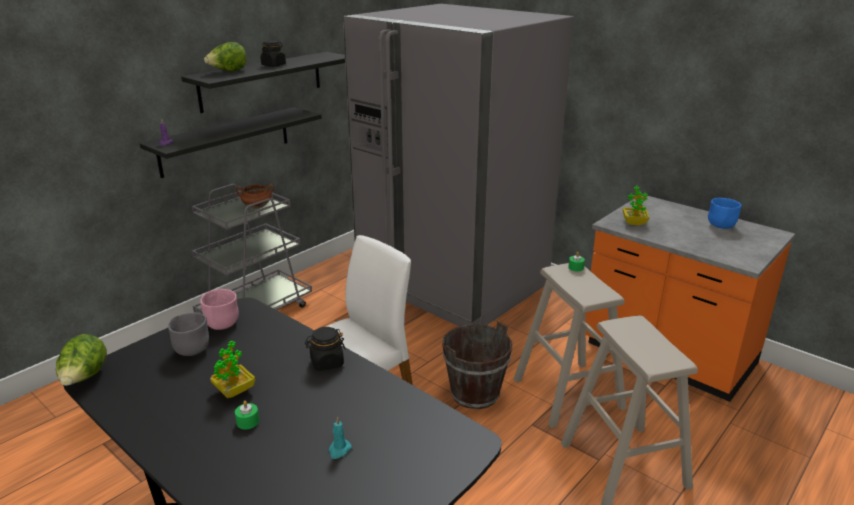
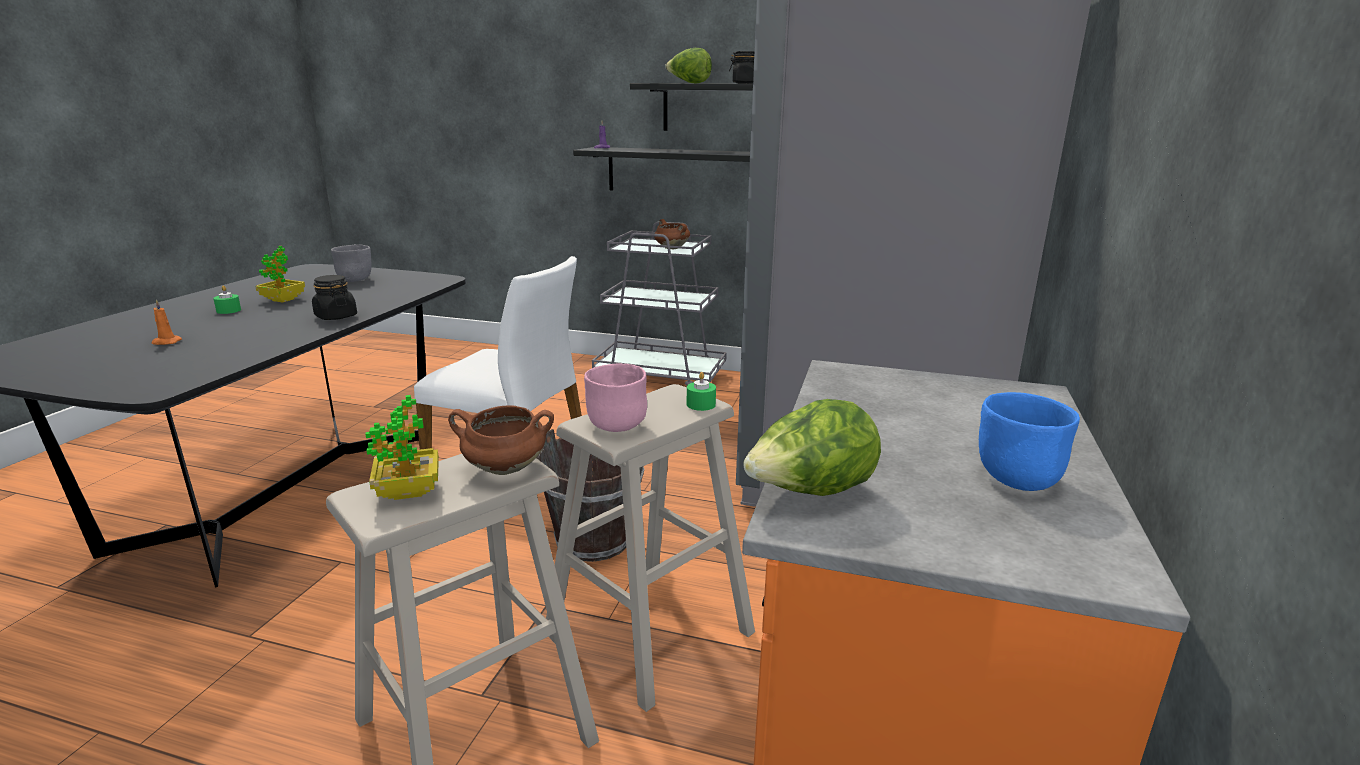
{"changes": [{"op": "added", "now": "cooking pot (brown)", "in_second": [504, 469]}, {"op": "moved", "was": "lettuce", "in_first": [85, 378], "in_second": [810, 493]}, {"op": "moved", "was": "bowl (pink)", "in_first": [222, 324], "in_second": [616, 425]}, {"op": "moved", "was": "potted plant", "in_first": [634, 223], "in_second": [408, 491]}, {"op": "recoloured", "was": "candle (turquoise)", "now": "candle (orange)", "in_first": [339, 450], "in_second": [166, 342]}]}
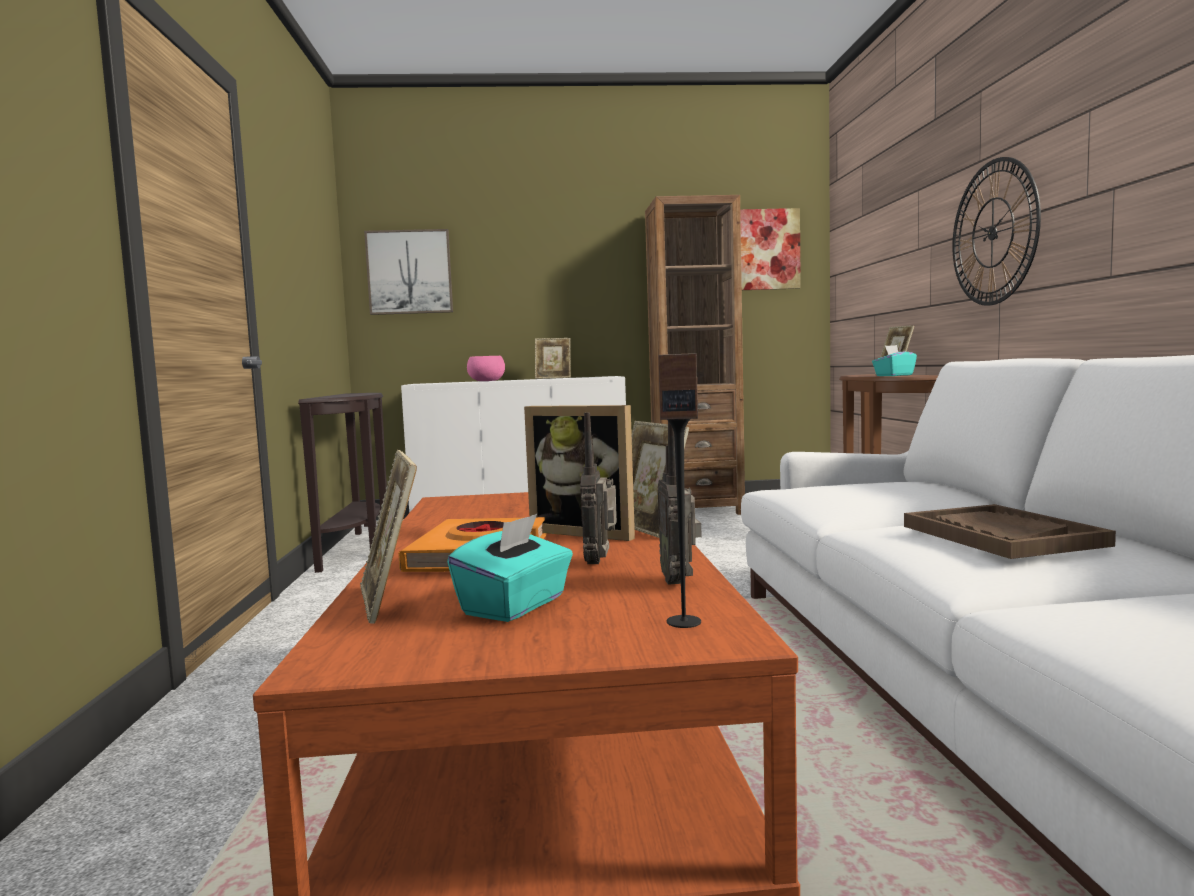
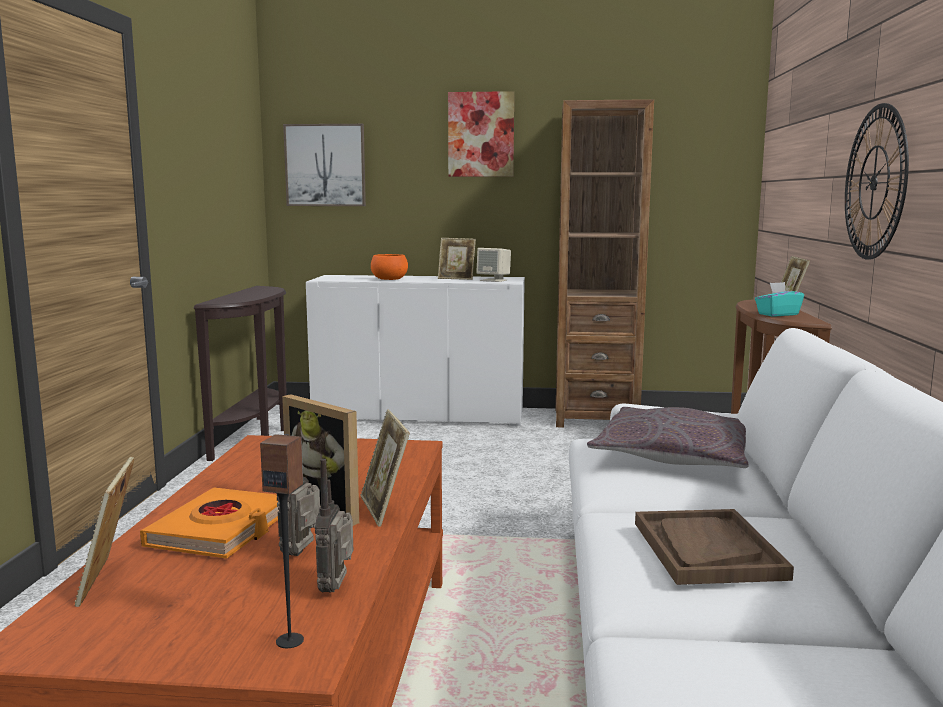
{"changes": [{"op": "removed", "was": "tissue box (turquoise)", "in_first": [515, 606]}, {"op": "added", "now": "speaker (beige)", "in_second": [494, 280]}, {"op": "added", "now": "pillow (grey)", "in_second": [676, 455]}, {"op": "moved", "was": "picture", "in_first": [768, 249], "in_second": [481, 134]}, {"op": "recoloured", "was": "bowl (pink)", "now": "bowl (orange)", "in_first": [486, 381], "in_second": [389, 279]}]}
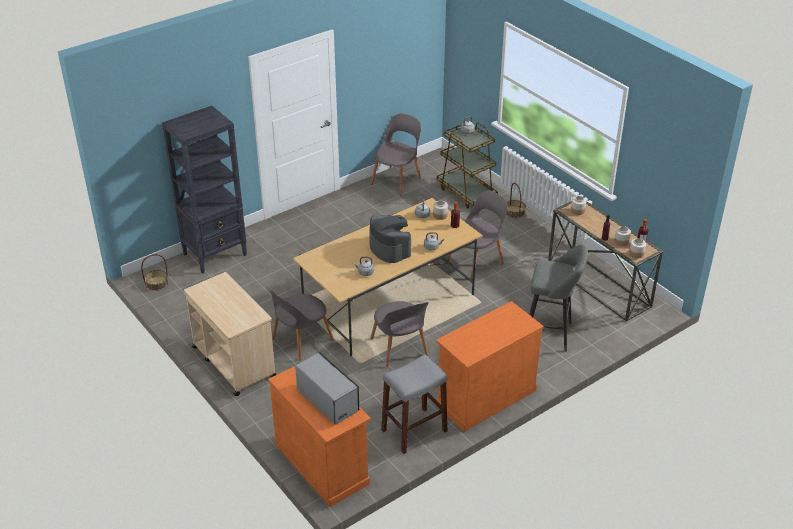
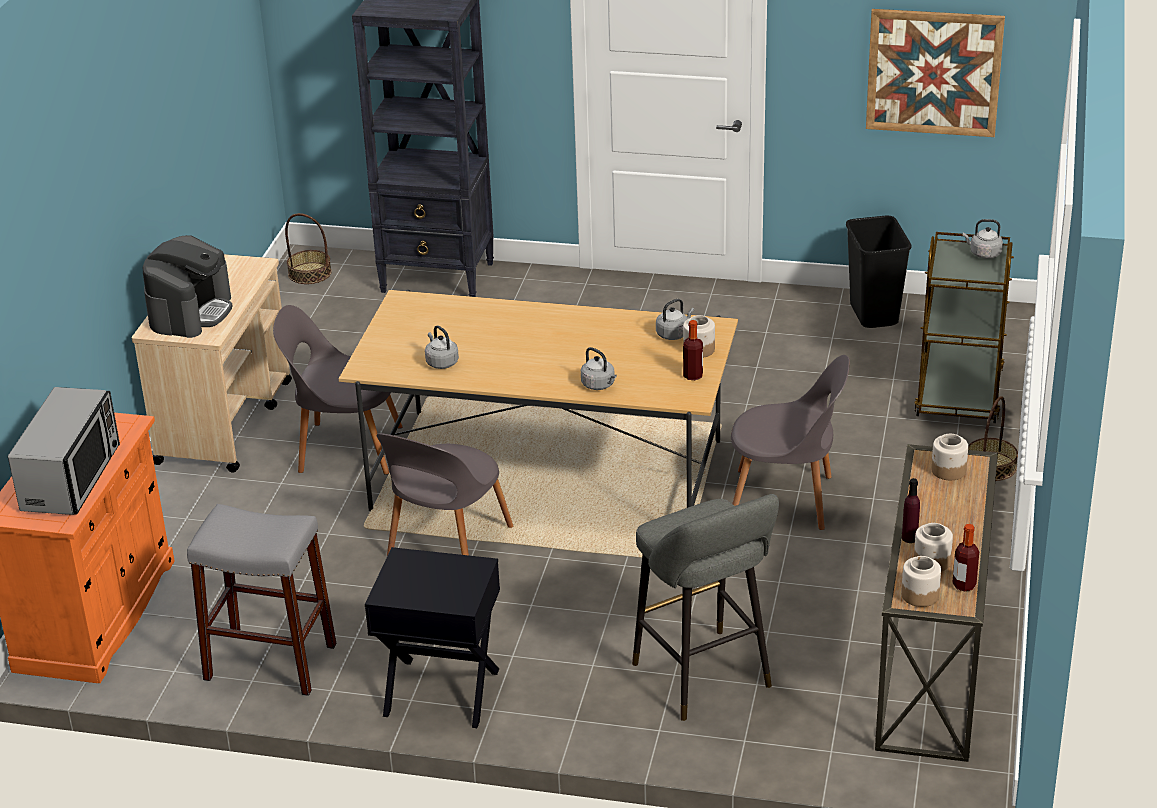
{"changes": [{"op": "added", "now": "picture", "in_second": [934, 72]}, {"op": "moved", "was": "coffee machine", "in_first": [389, 248], "in_second": [191, 312]}, {"op": "replaced", "was": "chair (grey)", "now": "trash can (black)", "in_first": [397, 180], "in_second": [875, 315]}, {"op": "replaced", "was": "cabinet (orange)", "now": "nightstand (black)", "in_first": [486, 397], "in_second": [441, 693]}]}
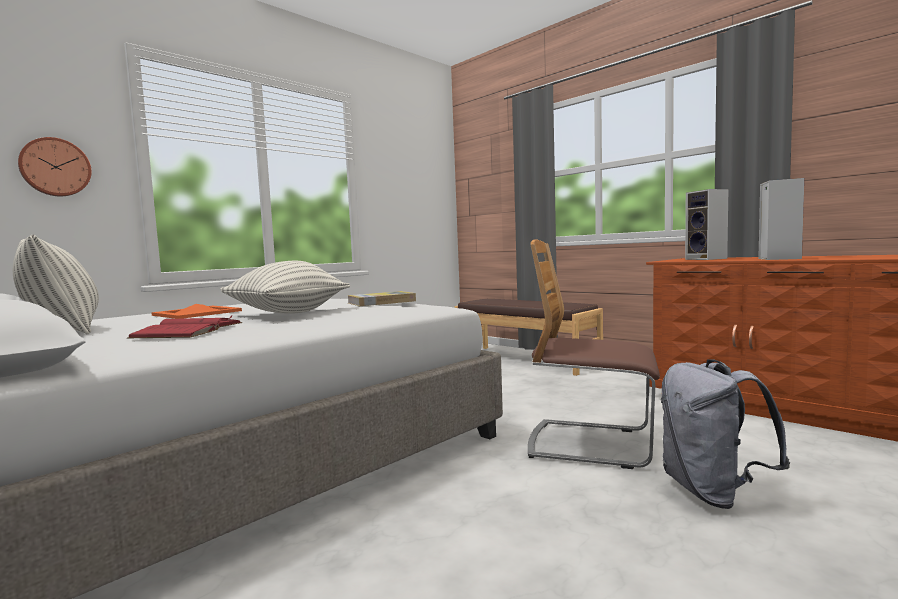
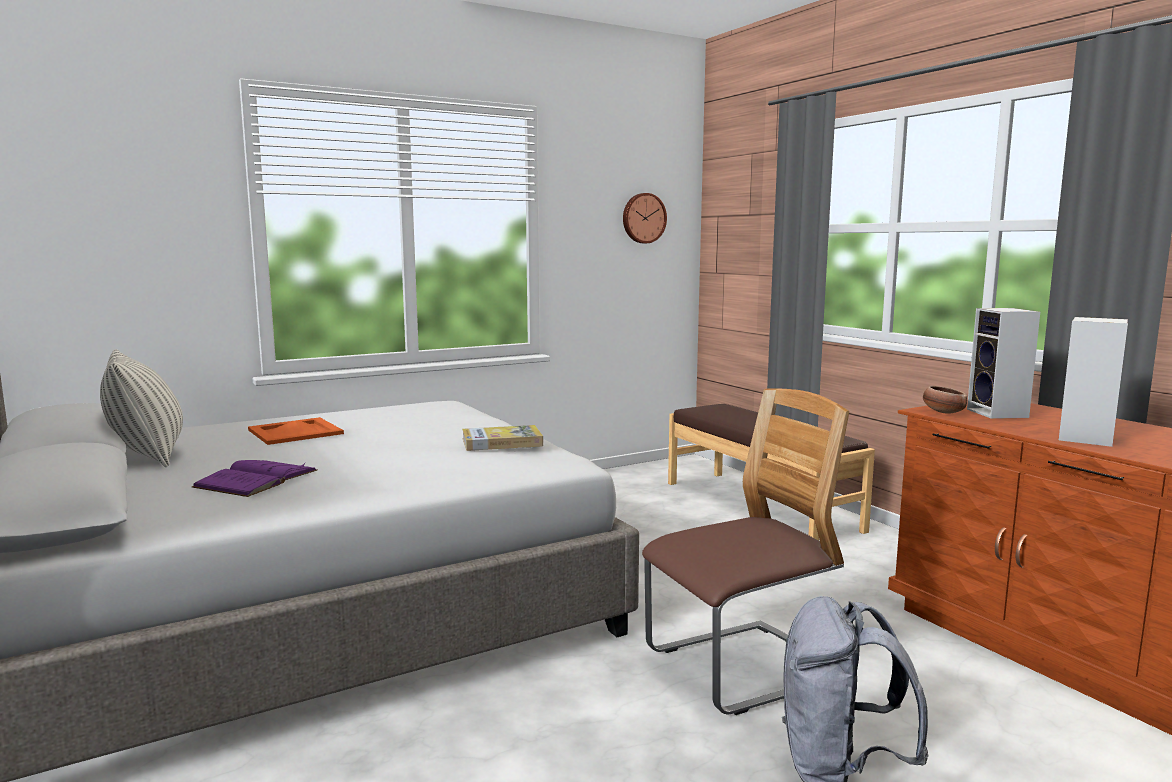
{"changes": [{"op": "removed", "was": "pillow", "in_first": [287, 313]}, {"op": "added", "now": "bowl", "in_second": [943, 412]}, {"op": "moved", "was": "wall clock", "in_first": [55, 167], "in_second": [643, 218]}, {"op": "recoloured", "was": "book (red)", "now": "book (purple)", "in_first": [188, 330], "in_second": [256, 478]}, {"op": "turned", "was": "chair", "in_first": [591, 444], "in_second": [741, 668], "clockwise": 120}]}
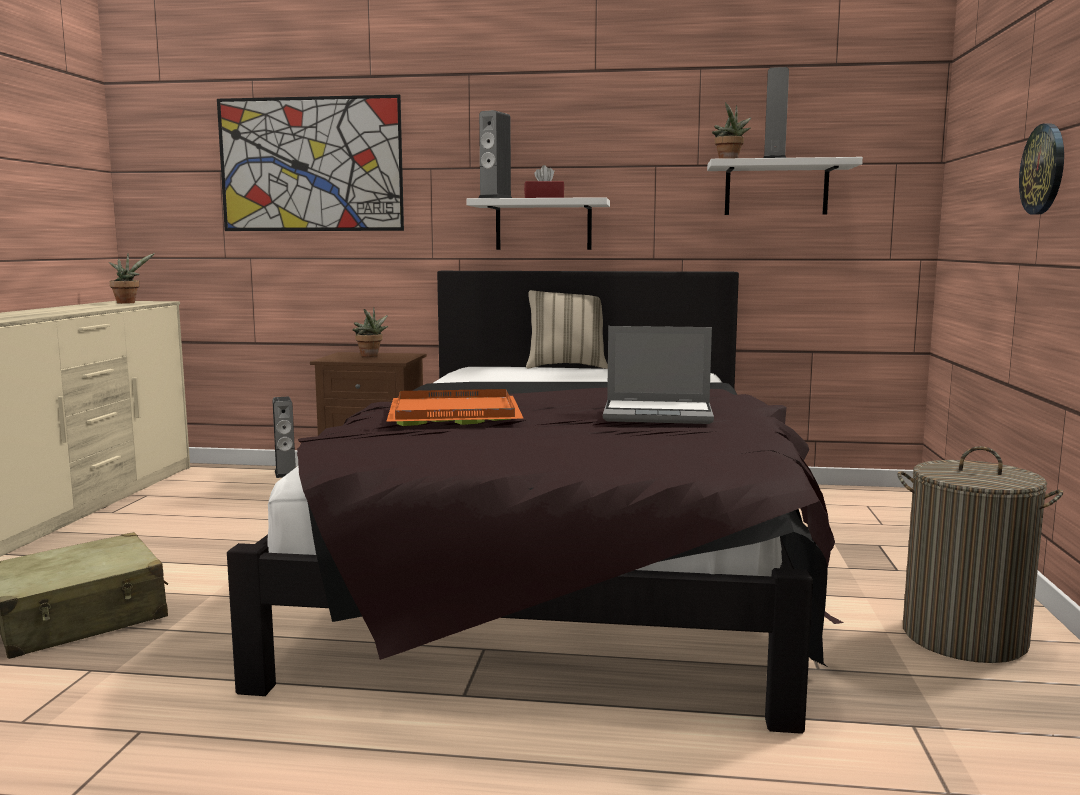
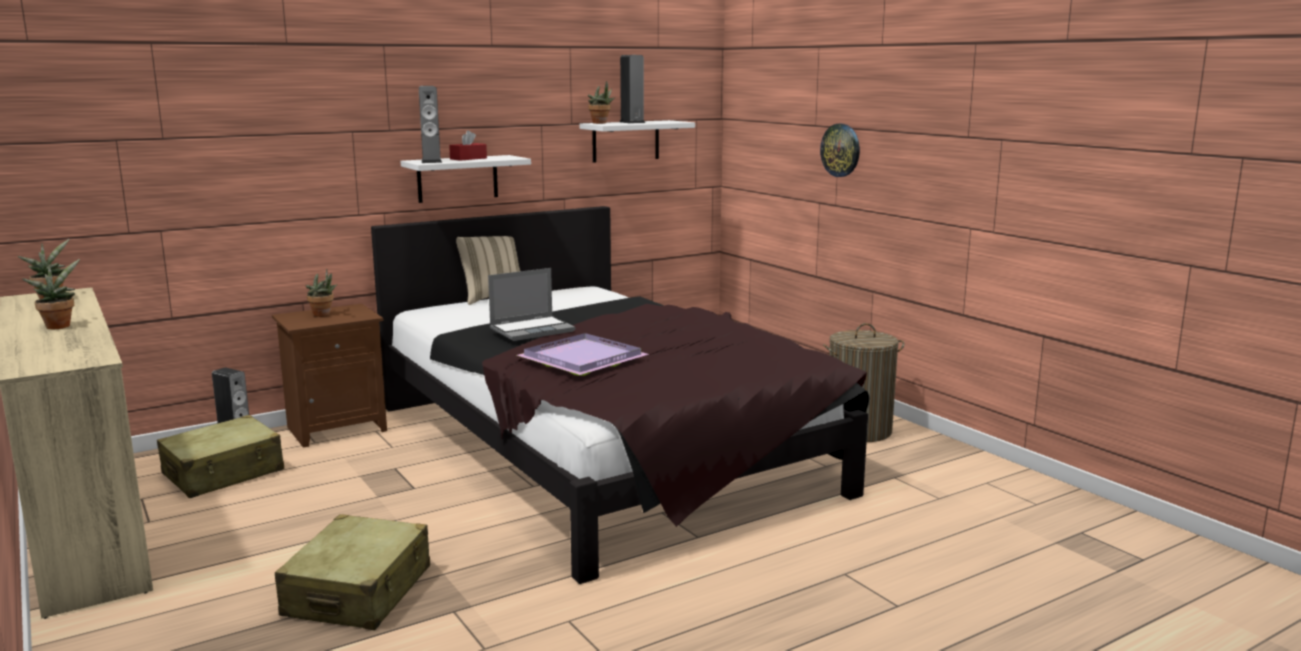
{"changes": [{"op": "removed", "was": "picture", "in_first": [310, 164]}, {"op": "added", "now": "potted plant", "in_second": [59, 326]}, {"op": "added", "now": "suitcase (beige)", "in_second": [224, 473]}, {"op": "moved", "was": "laptop", "in_first": [659, 414], "in_second": [532, 330]}, {"op": "recoloured", "was": "tray (orange)", "now": "tray (purple)", "in_first": [457, 413], "in_second": [582, 358]}]}
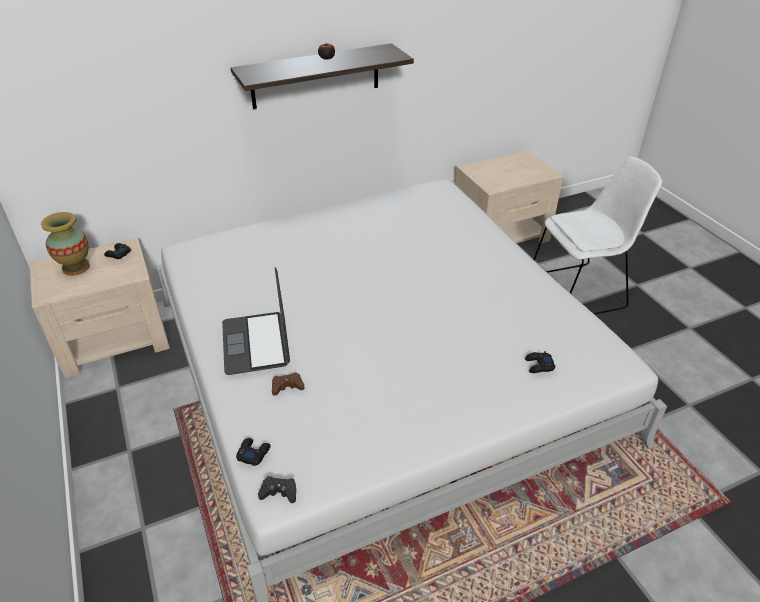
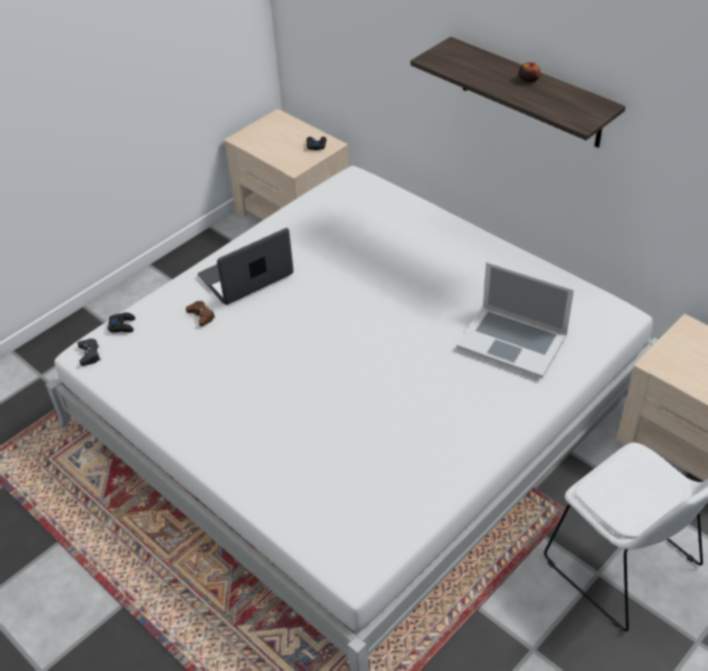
{"changes": [{"op": "removed", "was": "vase", "in_first": [76, 267]}, {"op": "removed", "was": "game controller (black)", "in_first": [539, 365]}, {"op": "added", "now": "laptop", "in_second": [512, 340]}]}
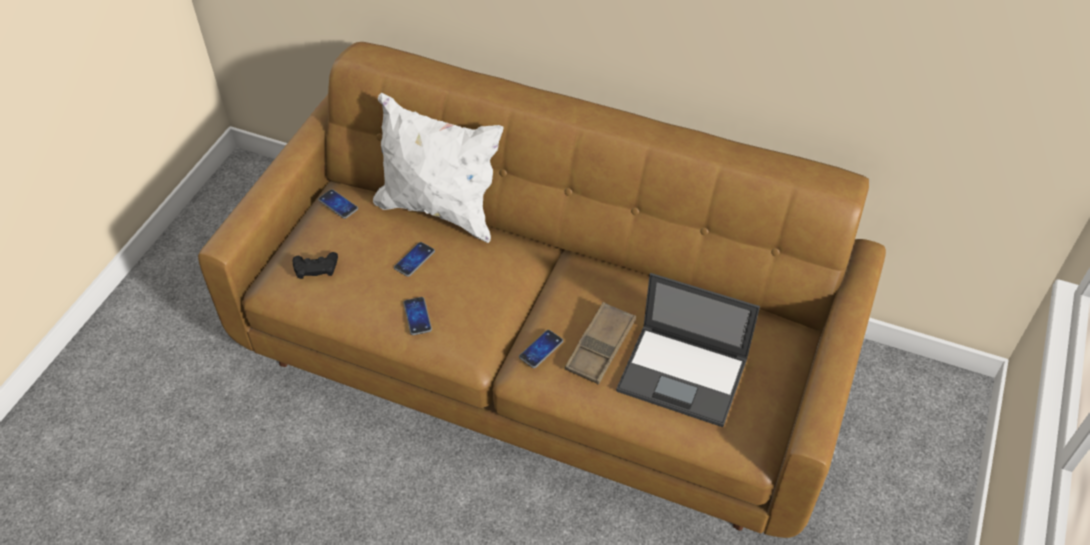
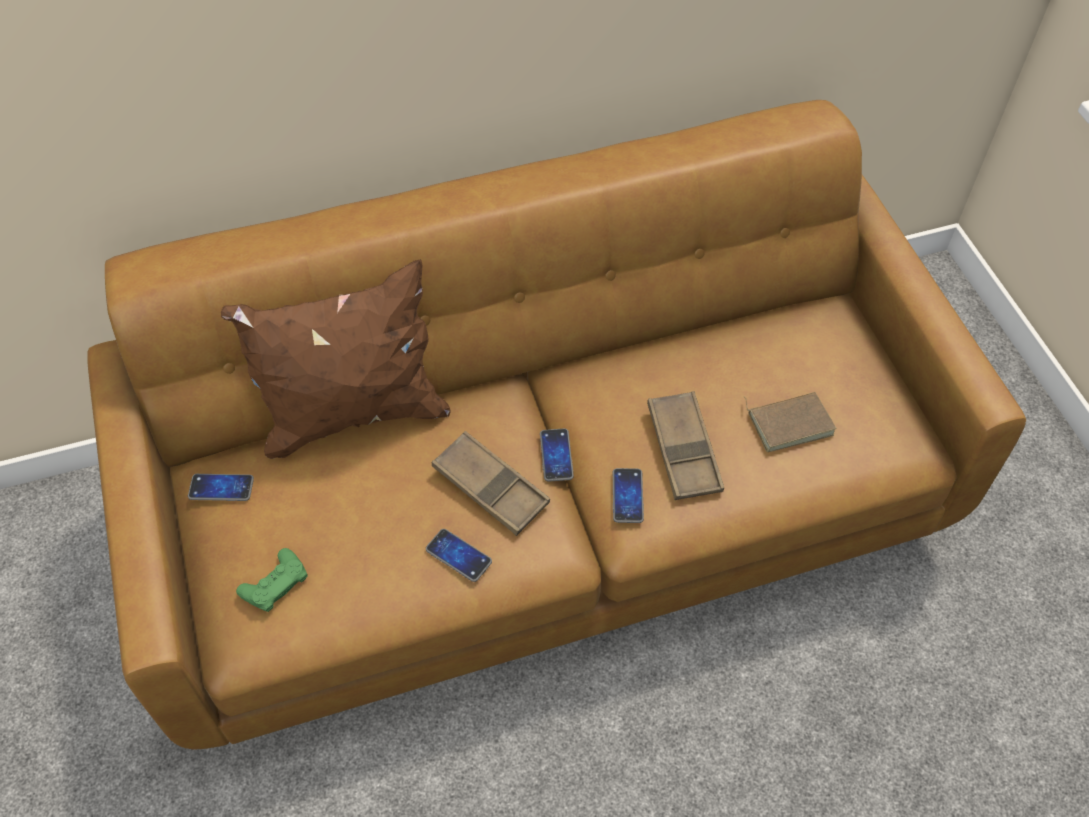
{"changes": [{"op": "added", "now": "tray (brown)", "in_second": [490, 487]}, {"op": "moved", "was": "phone", "in_first": [414, 260], "in_second": [556, 455]}, {"op": "replaced", "was": "laptop", "now": "book (brown)", "in_first": [684, 375], "in_second": [789, 422]}, {"op": "recoloured", "was": "game controller (black)", "now": "game controller (green)", "in_first": [316, 267], "in_second": [275, 584]}, {"op": "recoloured", "was": "pillow (white)", "now": "pillow (brown)", "in_first": [439, 210], "in_second": [353, 414]}]}
